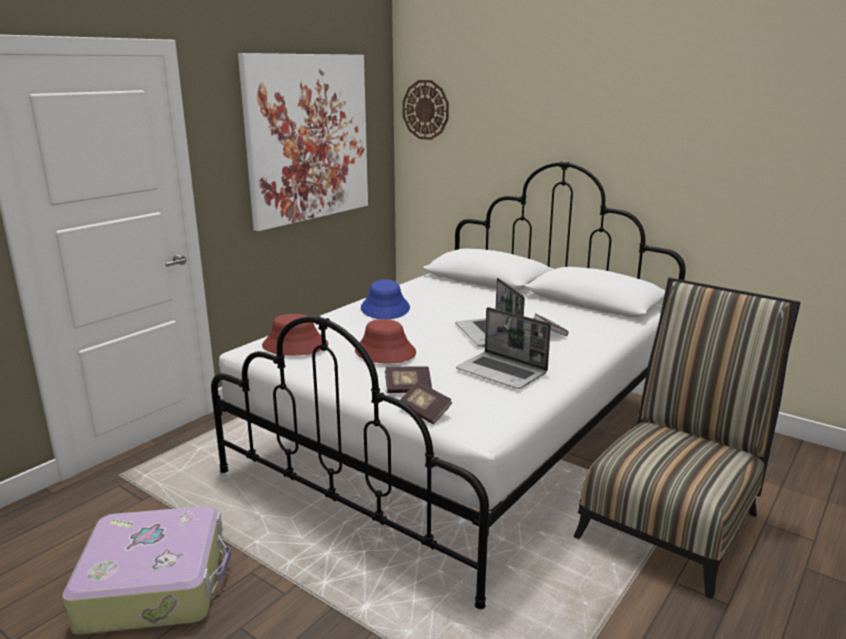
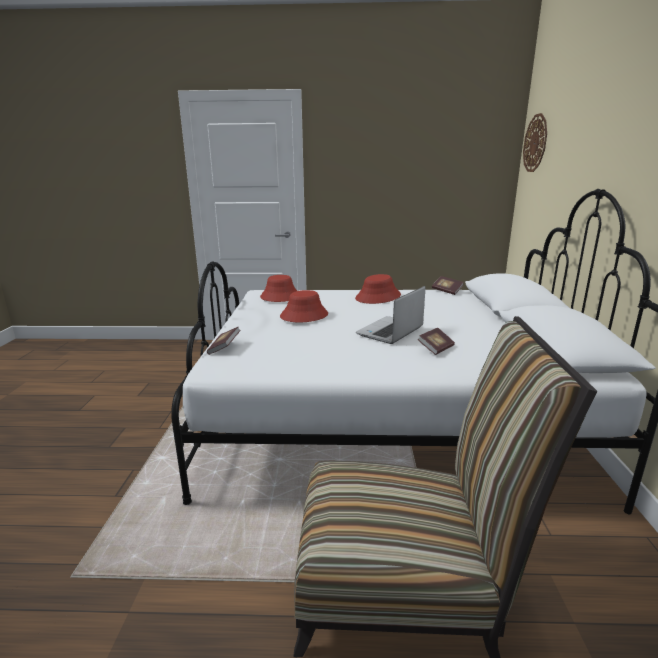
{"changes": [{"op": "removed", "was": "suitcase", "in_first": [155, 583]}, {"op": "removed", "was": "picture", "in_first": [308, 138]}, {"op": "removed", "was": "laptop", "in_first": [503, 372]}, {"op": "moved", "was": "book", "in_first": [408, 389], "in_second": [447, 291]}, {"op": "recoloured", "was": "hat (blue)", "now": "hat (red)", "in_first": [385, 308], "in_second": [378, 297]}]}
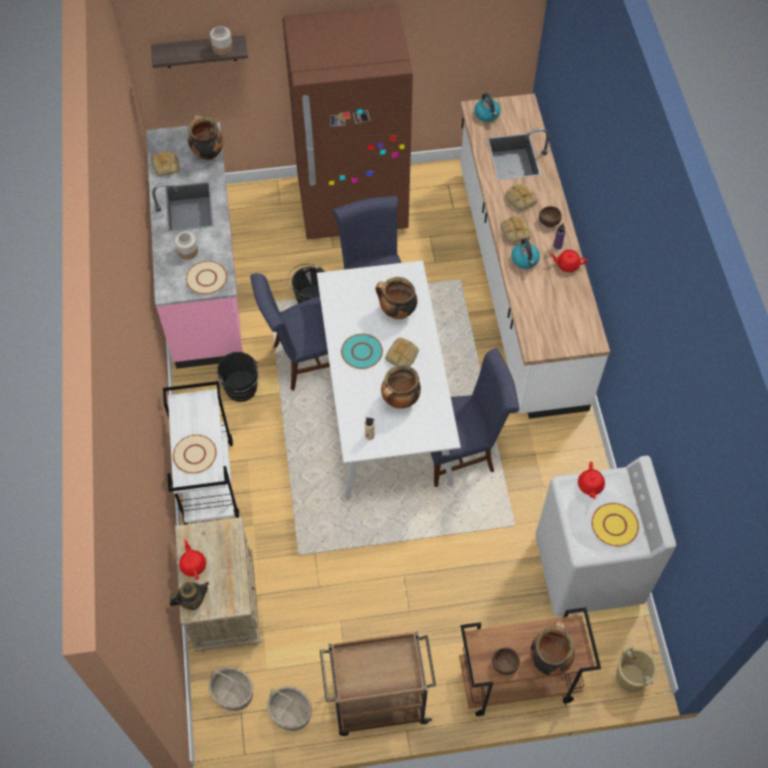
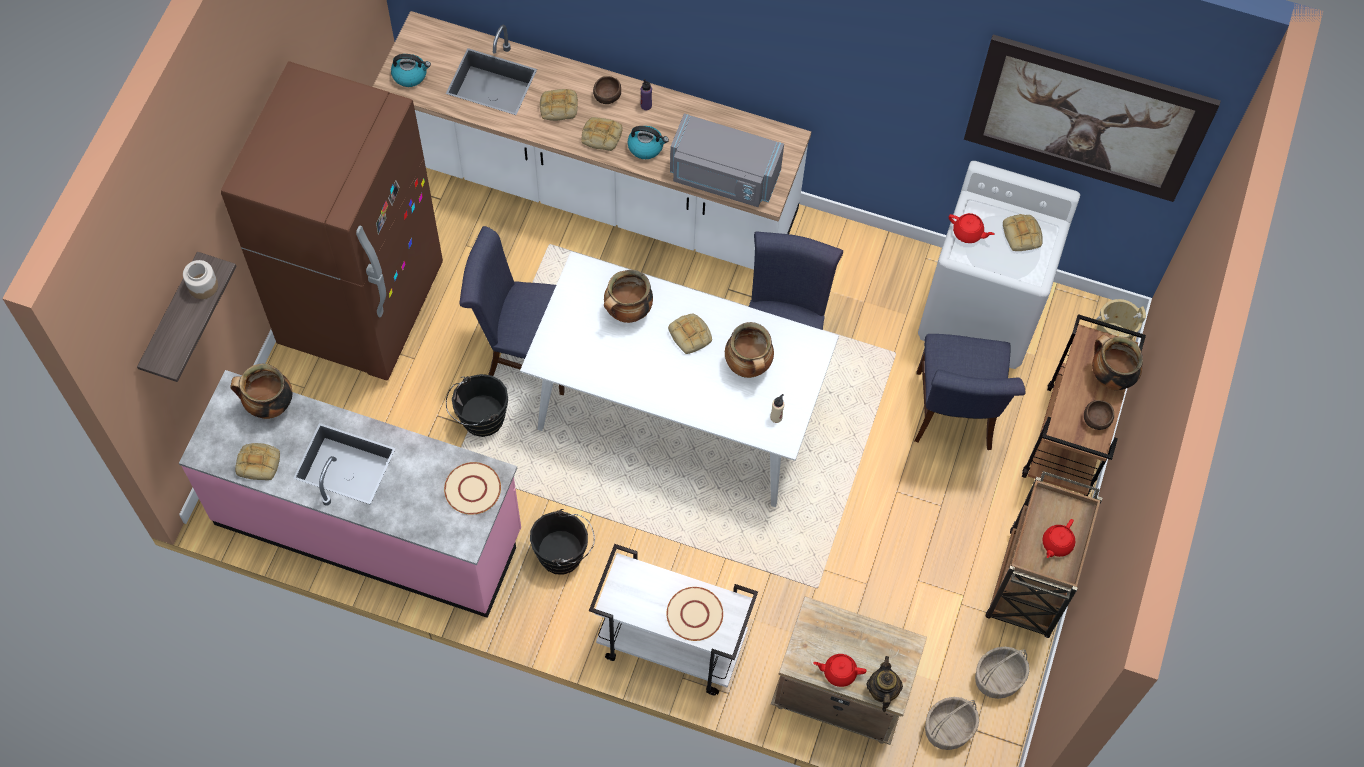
{"changes": [{"op": "removed", "was": "jar", "in_first": [188, 251]}, {"op": "removed", "was": "plate (turquoise)", "in_first": [362, 352]}, {"op": "added", "now": "microwave (grey)", "in_second": [723, 177]}, {"op": "added", "now": "picture", "in_second": [1086, 118]}, {"op": "moved", "was": "chair (blue)", "in_first": [305, 361], "in_second": [954, 416]}, {"op": "moved", "was": "teapot (red)", "in_first": [567, 265], "in_second": [1056, 544]}, {"op": "replaced", "was": "plate (yellow)", "now": "bread", "in_first": [614, 525], "in_second": [1022, 235]}]}
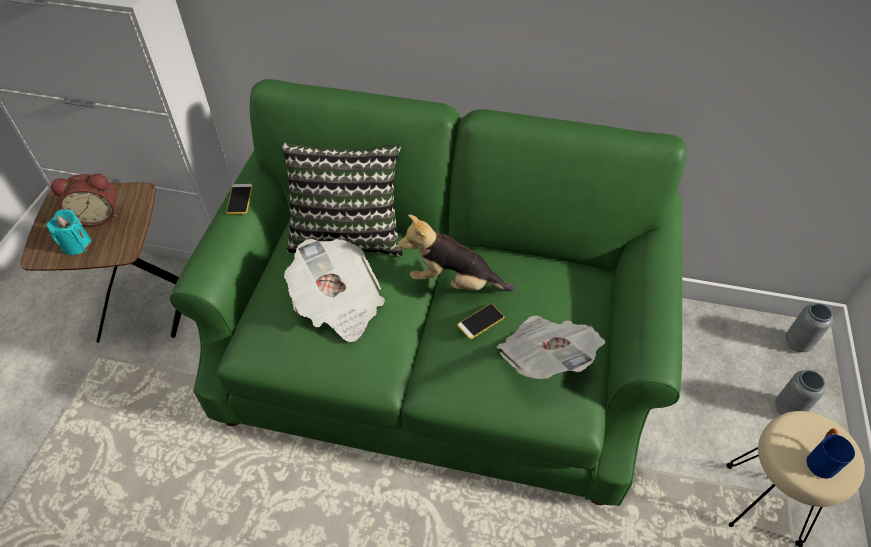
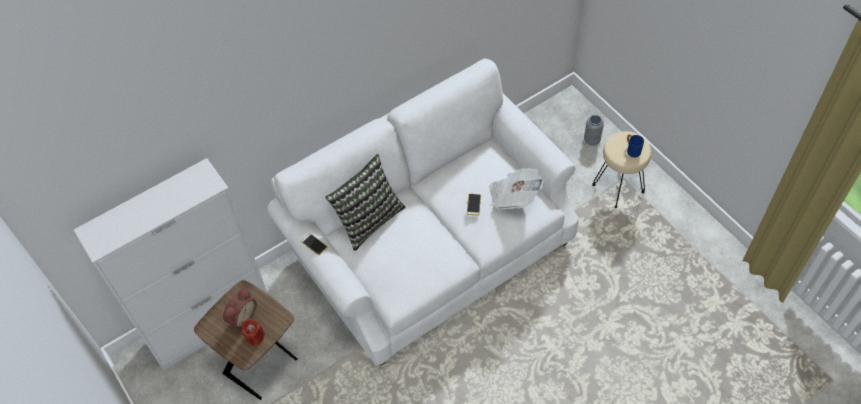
{"changes": [{"op": "removed", "was": "newspaper", "in_first": [338, 304]}, {"op": "removed", "was": "plush toy", "in_first": [454, 282]}, {"op": "removed", "was": "vase (grey)", "in_first": [797, 343]}, {"op": "recoloured", "was": "candle (turquoise)", "now": "candle (red)", "in_first": [76, 245], "in_second": [255, 337]}, {"op": "recoloured", "was": "sofa (green)", "now": "sofa (white)", "in_first": [437, 357], "in_second": [433, 249]}]}
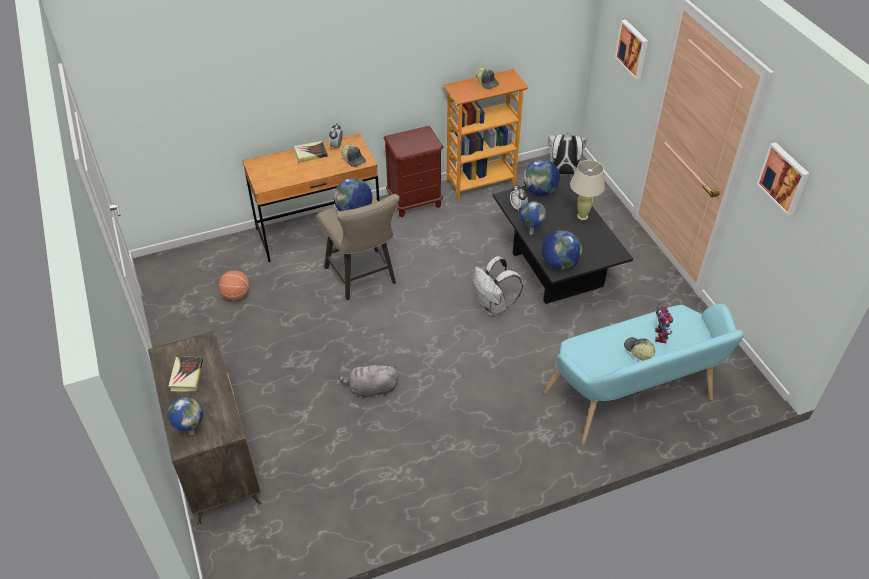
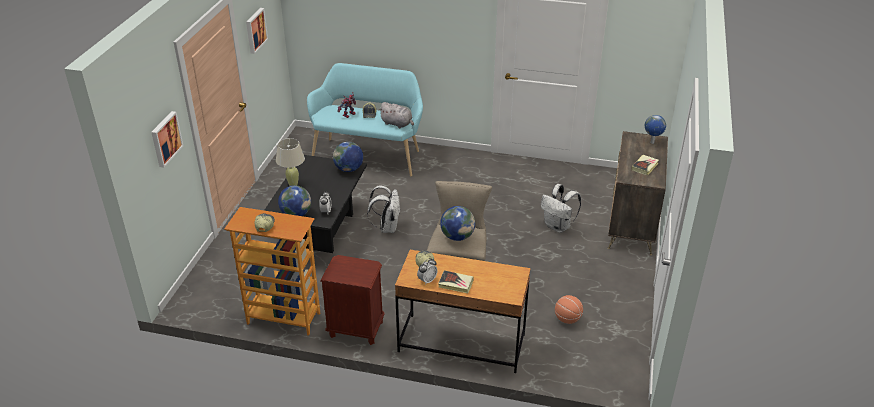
{"changes": [{"op": "removed", "was": "globe", "in_first": [530, 232]}, {"op": "moved", "was": "plush toy (grey)", "in_first": [371, 389], "in_second": [397, 124]}, {"op": "moved", "was": "backpack (white)", "in_first": [563, 172], "in_second": [558, 226]}]}
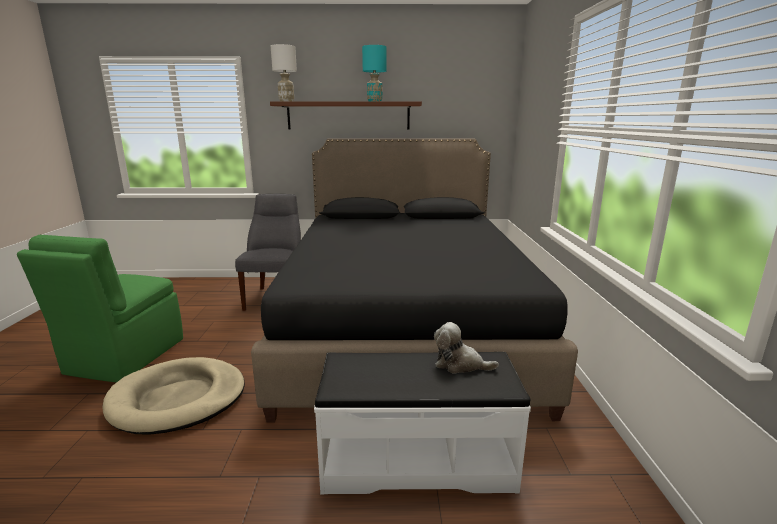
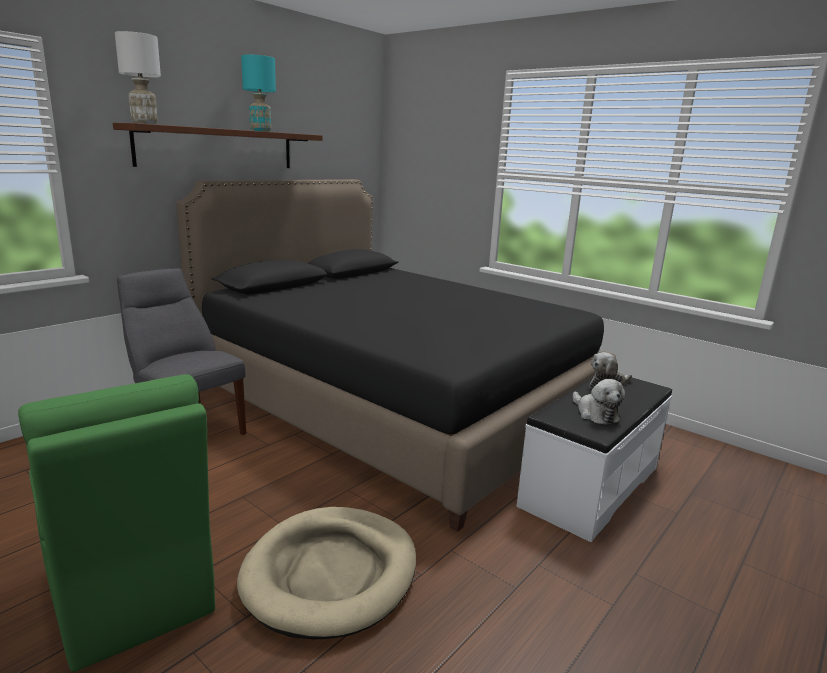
{"changes": [{"op": "added", "now": "plush toy", "in_second": [595, 414]}]}
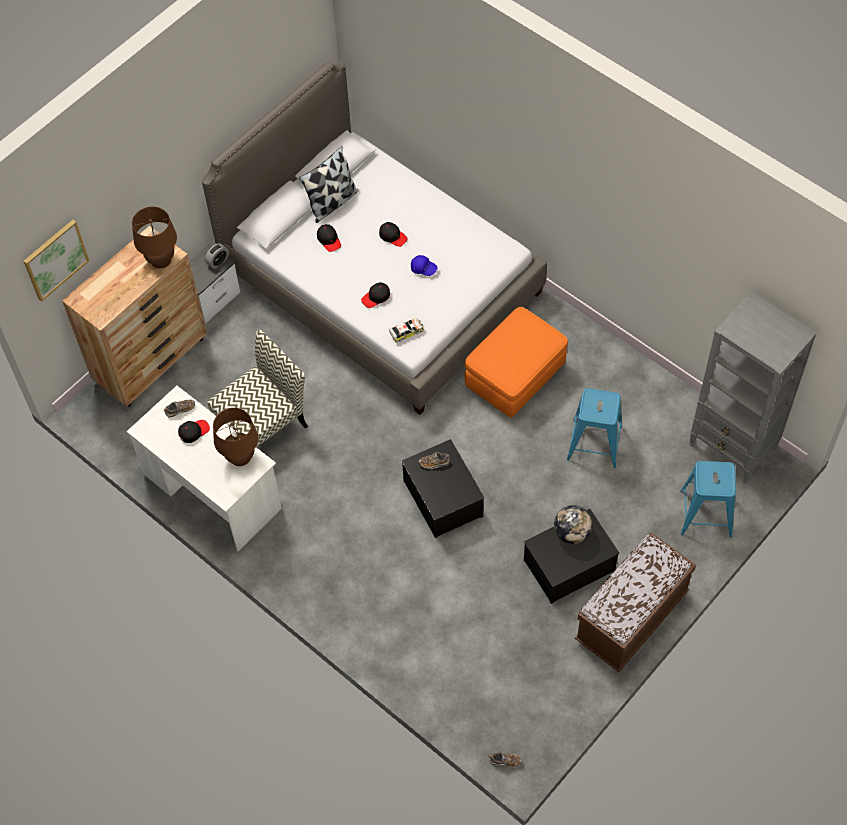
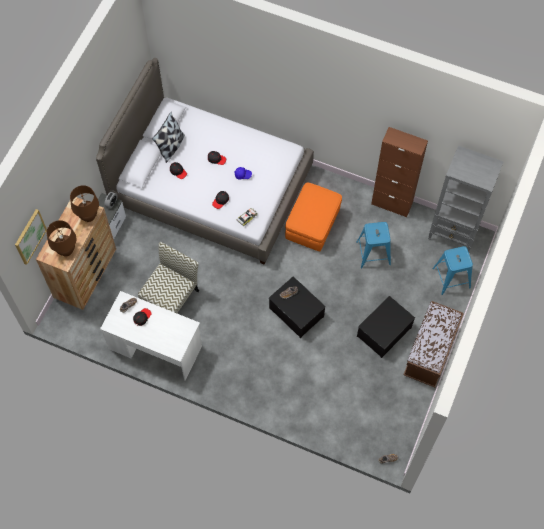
{"changes": [{"op": "removed", "was": "globe", "in_first": [572, 533]}, {"op": "added", "now": "cabinet (brown)", "in_second": [391, 204]}, {"op": "moved", "was": "table lamp (brown)", "in_first": [240, 456], "in_second": [66, 250]}]}
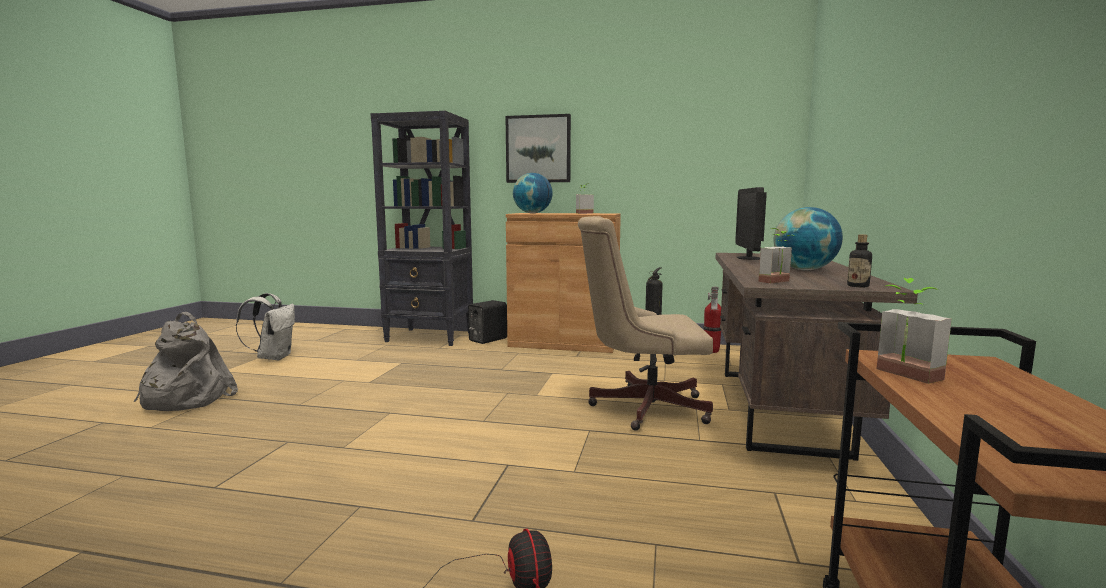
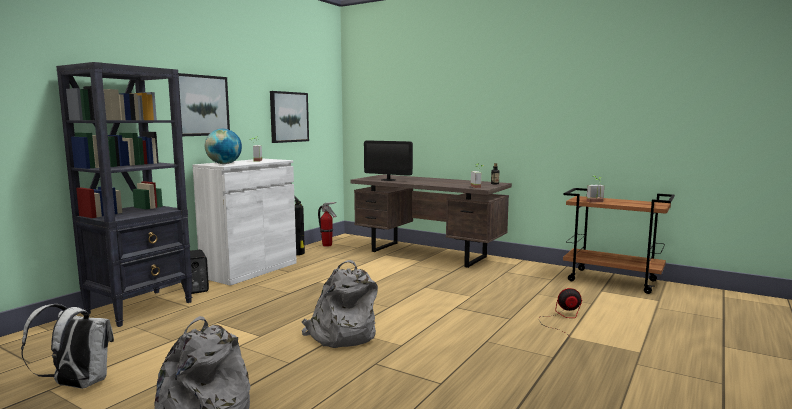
{"changes": [{"op": "removed", "was": "office chair (beige)", "in_first": [641, 407]}, {"op": "removed", "was": "globe", "in_first": [804, 270]}, {"op": "added", "now": "picture", "in_second": [288, 117]}, {"op": "added", "now": "backpack (grey)", "in_second": [341, 335]}, {"op": "recoloured", "was": "cabinet (brown)", "now": "cabinet (white)", "in_first": [564, 343], "in_second": [250, 270]}]}
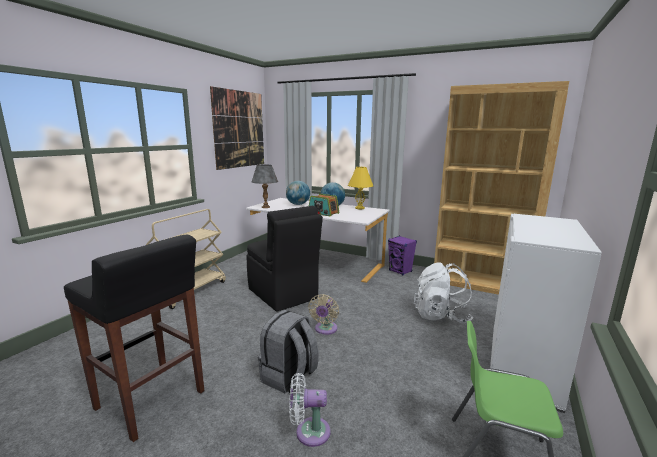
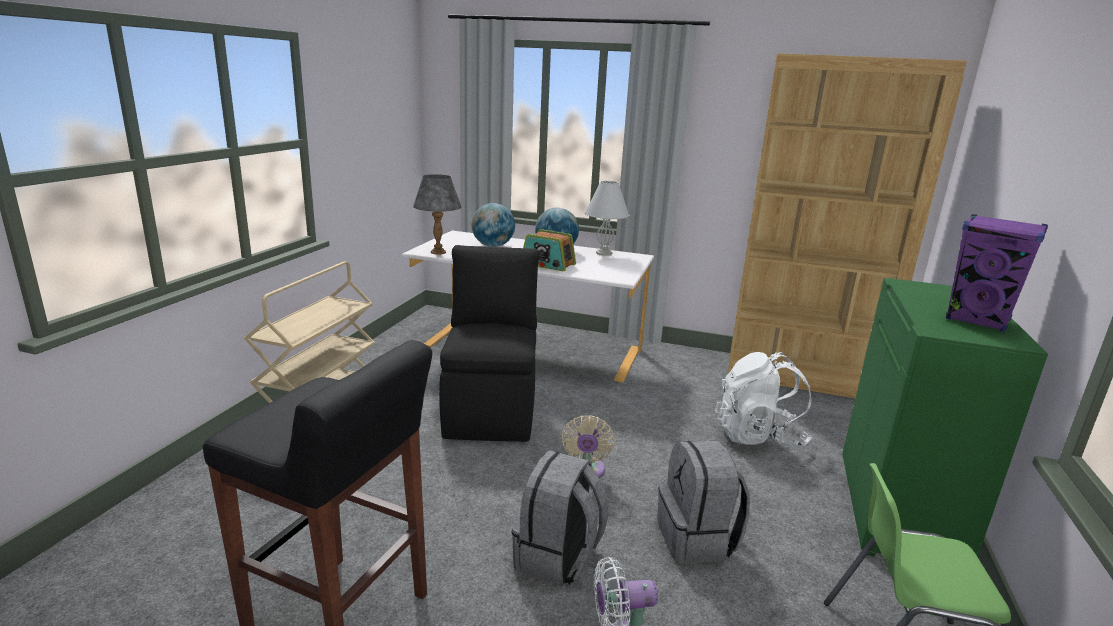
{"changes": [{"op": "removed", "was": "picture", "in_first": [239, 129]}, {"op": "added", "now": "backpack (grey)", "in_second": [697, 539]}, {"op": "moved", "was": "speaker (purple)", "in_first": [400, 271], "in_second": [977, 320]}, {"op": "recoloured", "was": "table lamp (yellow)", "now": "table lamp (white)", "in_first": [359, 208], "in_second": [604, 253]}, {"op": "recoloured", "was": "cabinet (white)", "now": "cabinet (green)", "in_first": [524, 365], "in_second": [899, 510]}, {"op": "turned", "was": "chair (black)", "in_first": [283, 294], "in_second": [491, 411], "clockwise": -135}]}
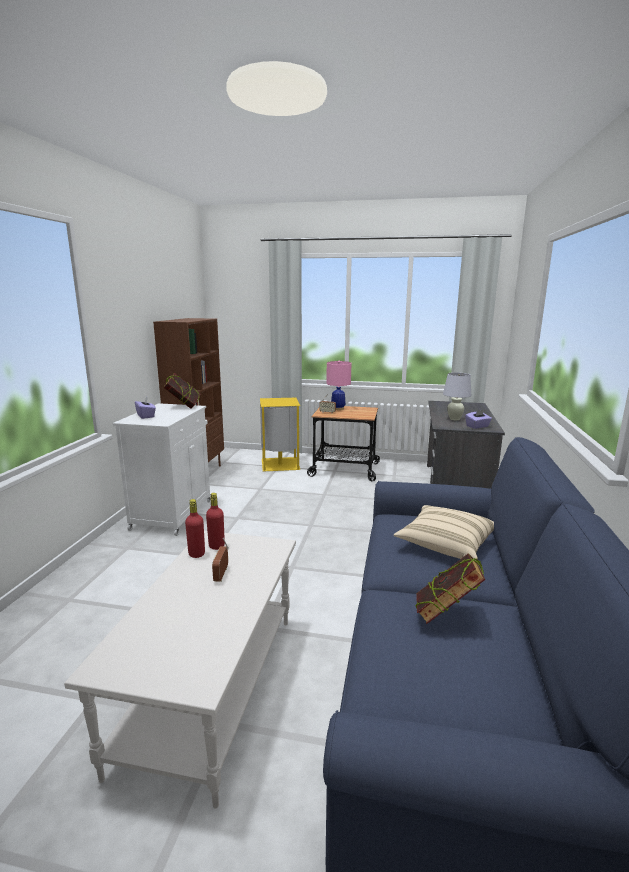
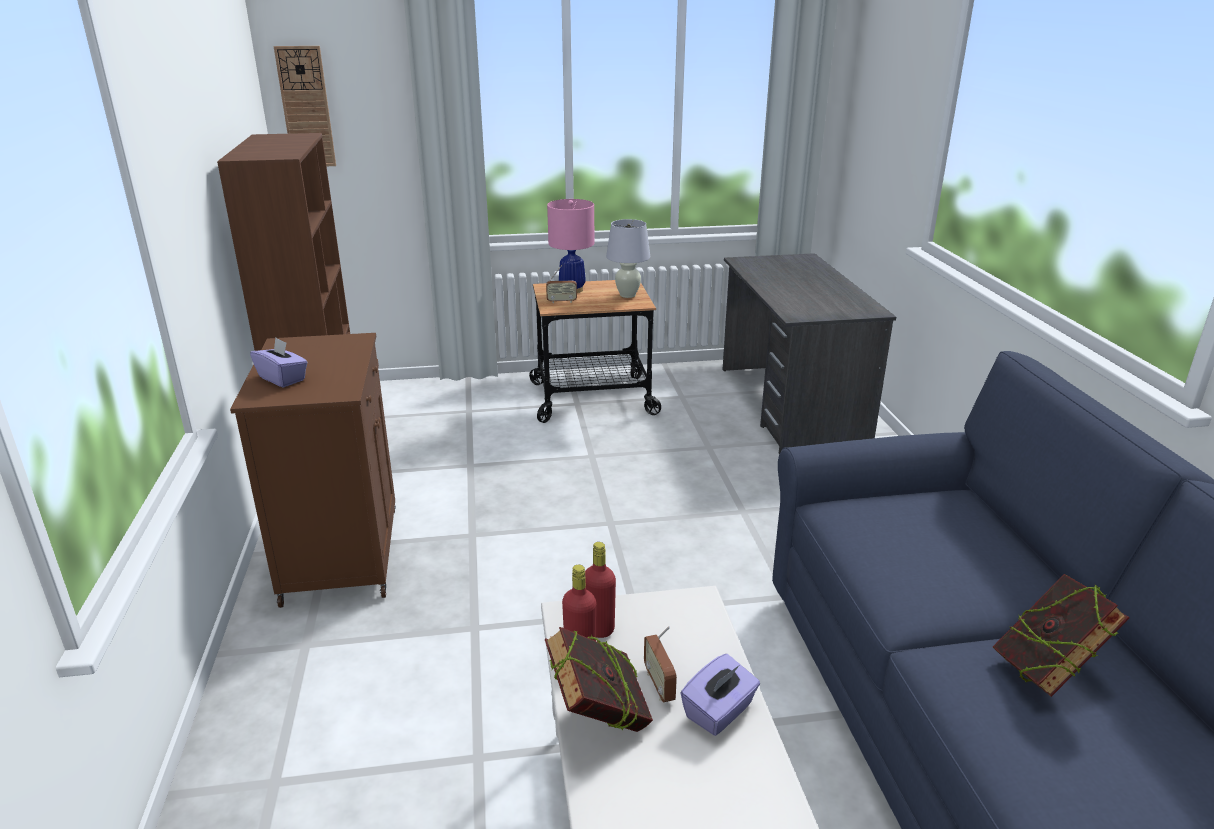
{"changes": [{"op": "removed", "was": "trash can (yellow)", "in_first": [281, 464]}, {"op": "removed", "was": "pillow (beige)", "in_first": [445, 545]}, {"op": "added", "now": "wall clock", "in_second": [306, 107]}, {"op": "moved", "was": "book", "in_first": [183, 407], "in_second": [599, 720]}, {"op": "moved", "was": "table lamp (white)", "in_first": [454, 419], "in_second": [627, 295]}, {"op": "moved", "was": "tissue box (purple)", "in_first": [477, 426], "in_second": [719, 712]}, {"op": "recoloured", "was": "cabinet (white)", "now": "cabinet (brown)", "in_first": [173, 514], "in_second": [342, 553]}]}
